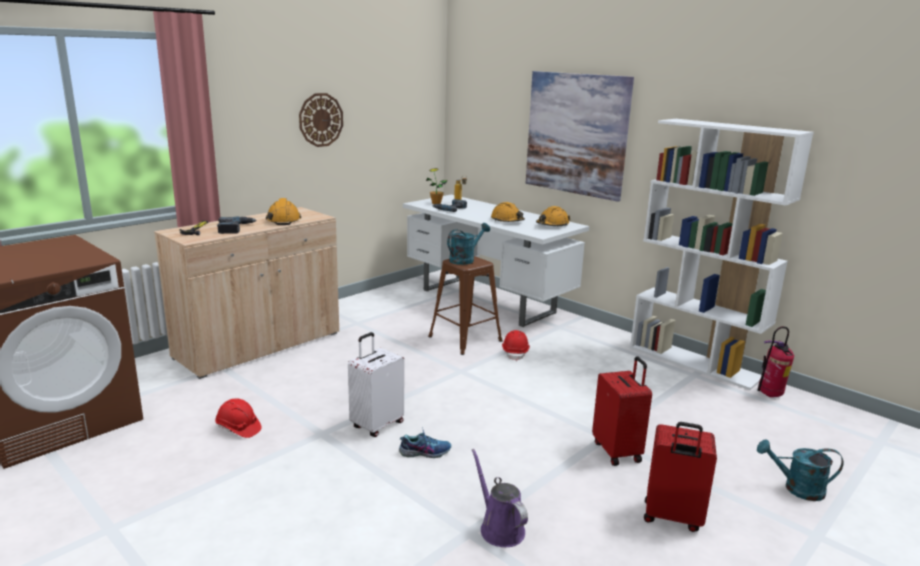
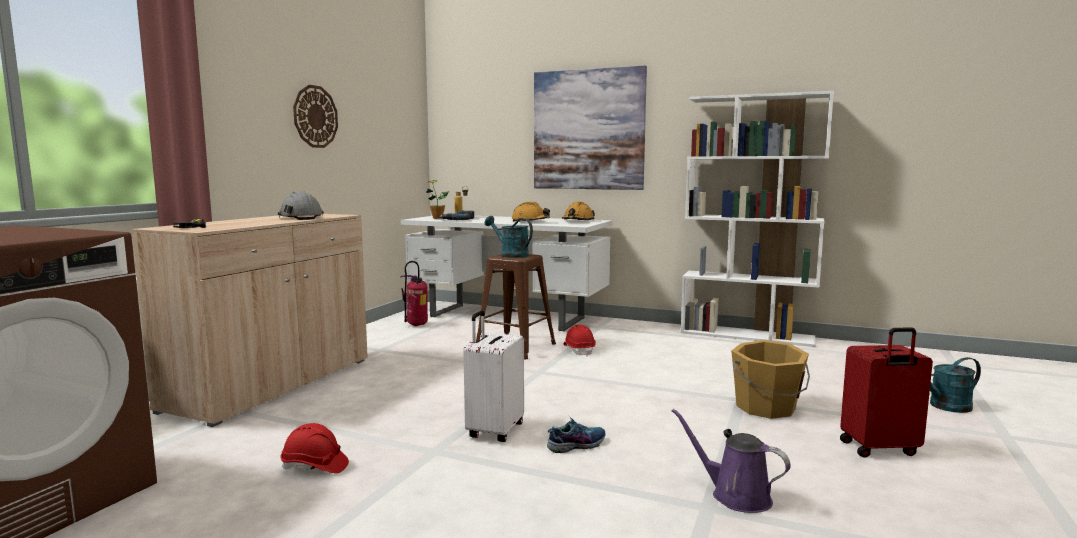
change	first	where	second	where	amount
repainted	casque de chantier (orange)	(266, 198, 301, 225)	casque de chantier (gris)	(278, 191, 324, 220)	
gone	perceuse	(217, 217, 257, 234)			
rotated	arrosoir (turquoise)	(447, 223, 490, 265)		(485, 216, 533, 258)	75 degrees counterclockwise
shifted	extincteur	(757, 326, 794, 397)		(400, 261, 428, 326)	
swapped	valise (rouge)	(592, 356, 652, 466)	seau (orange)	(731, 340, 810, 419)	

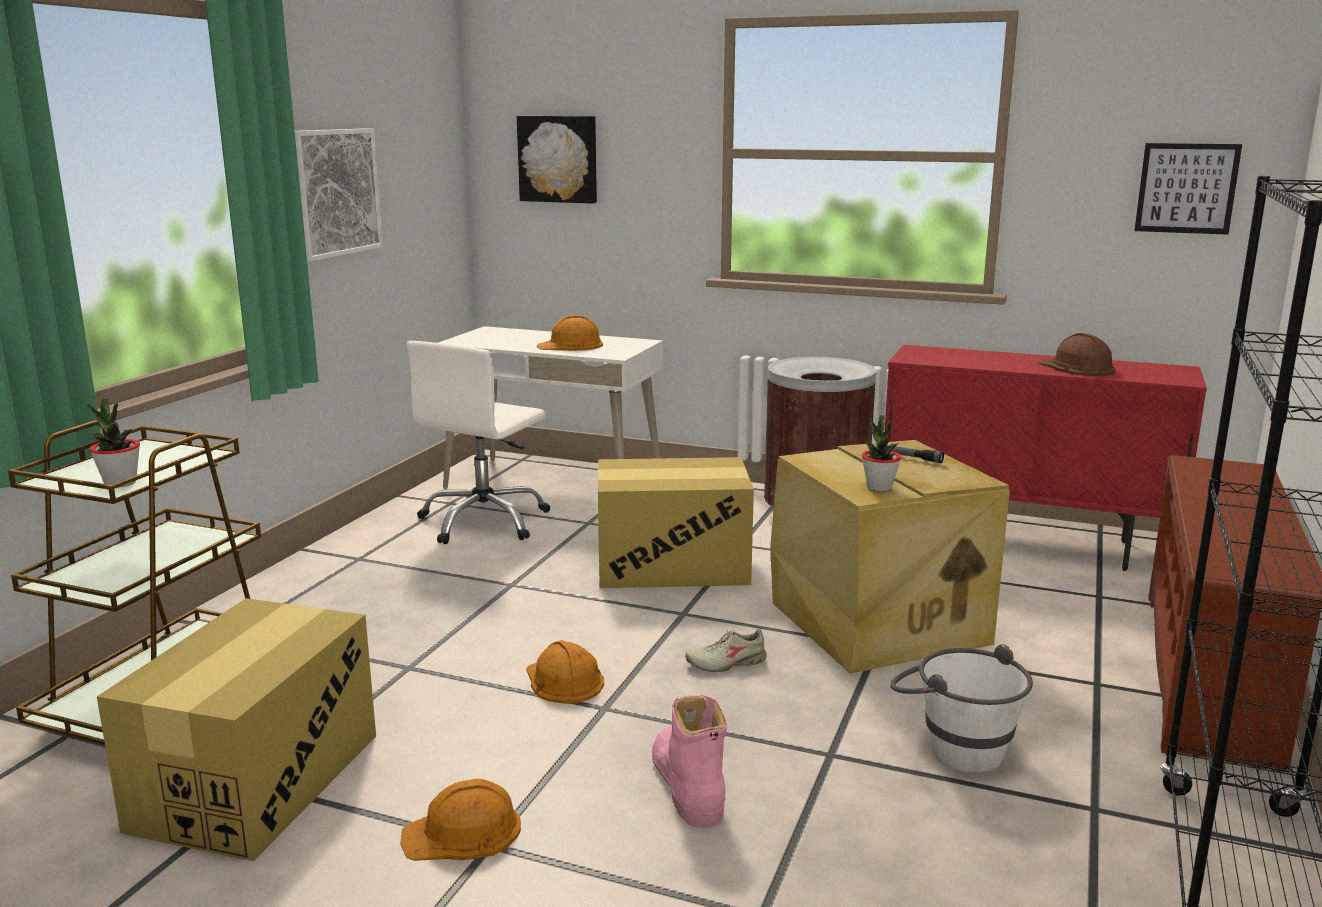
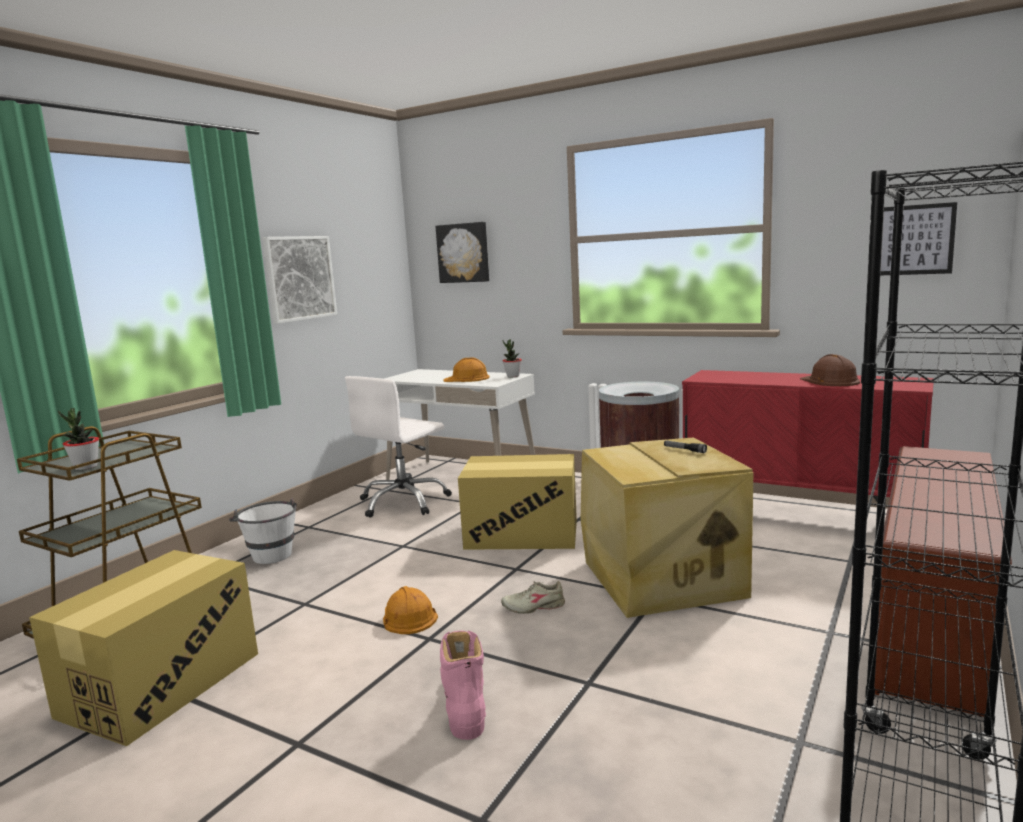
change	first	where	second	where	amount
shifted	plante en pot	(862, 415, 901, 491)		(502, 339, 522, 377)	
shifted	seau (blanc)	(890, 644, 1033, 773)		(229, 498, 297, 564)	
gone	casque de chantier (orange)	(400, 779, 521, 861)			

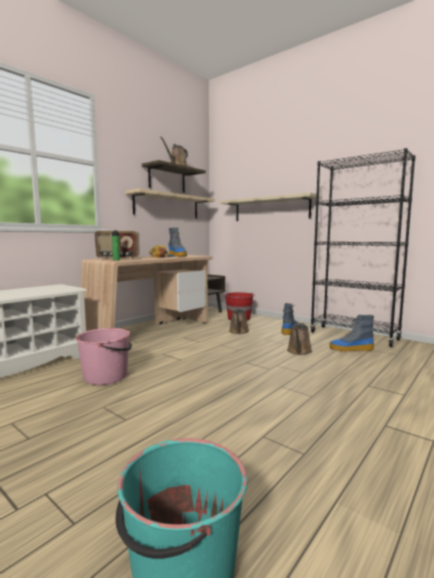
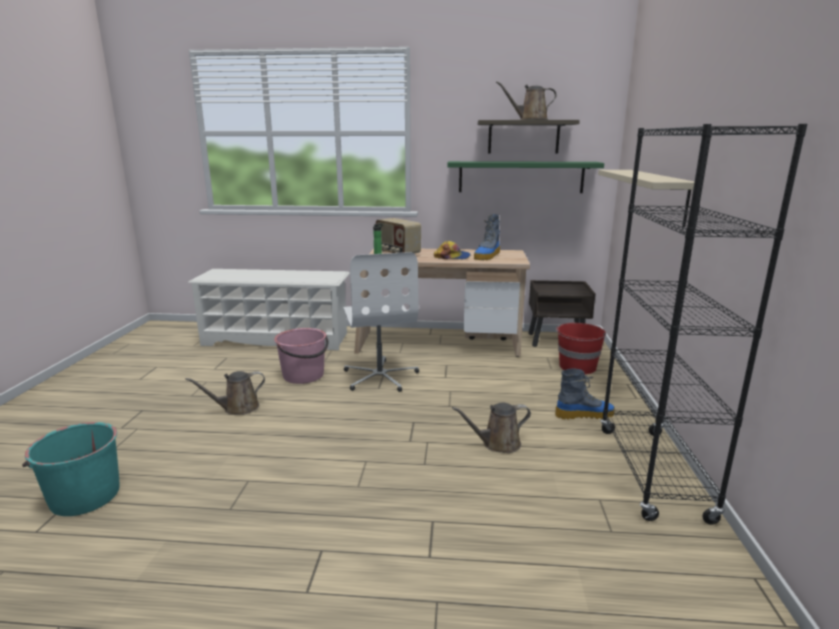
change	first	where	second	where	amount
repainted	étagère (beige)	(125, 188, 215, 219)	étagère (vert)	(447, 161, 604, 193)	
shifted	arrosoir (marron)	(229, 308, 249, 334)		(185, 371, 265, 415)	
gone	botte	(329, 315, 374, 352)			
new			chaise de bureau (blanc)	(343, 252, 419, 392)	

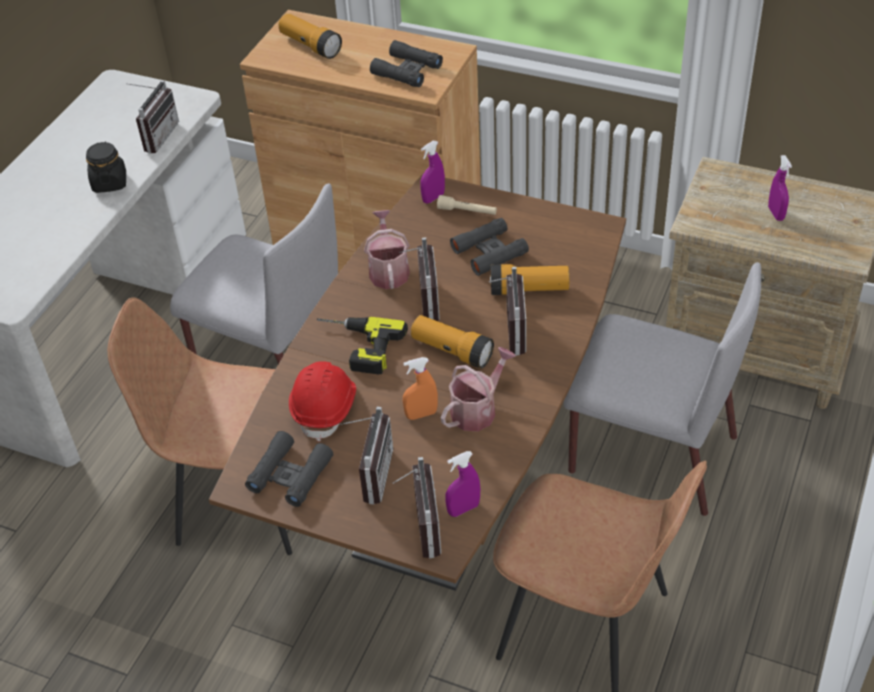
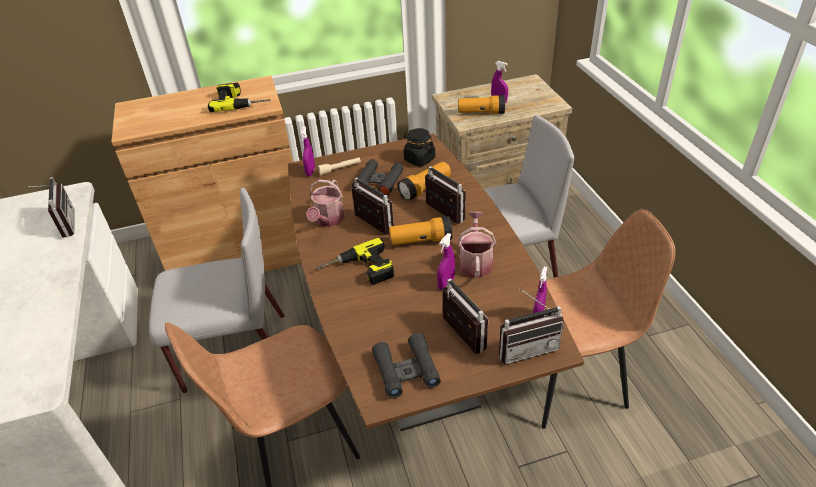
change	first	where	second	where	amount
shifted	lampe de poche	(278, 14, 342, 59)		(458, 95, 505, 114)	
swapped	jumelles (noir)	(370, 40, 443, 87)	perceuse	(208, 83, 270, 112)	
shifted	bocal (noir)	(86, 142, 126, 193)		(404, 128, 435, 167)	
rotated	arrosoir	(364, 210, 410, 289)		(306, 180, 344, 227)	120 degrees counterclockwise
repainted	vaporisateur (orange)	(403, 357, 438, 420)	vaporisateur (violet)	(437, 233, 455, 290)	
gone	casque de chantier (rouge)	(289, 361, 356, 441)			
rotated	radio	(393, 457, 441, 558)		(499, 288, 564, 364)	120 degrees clockwise

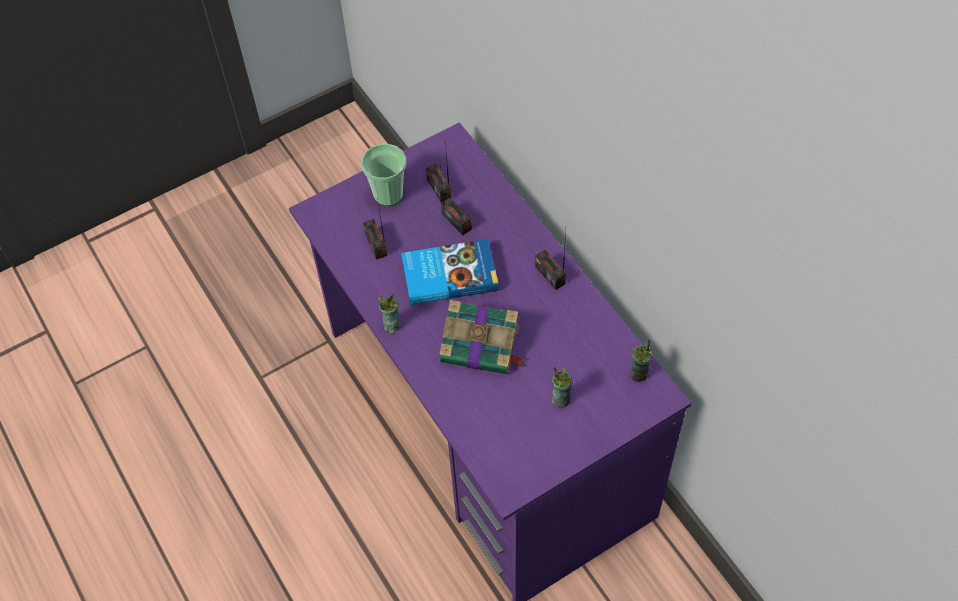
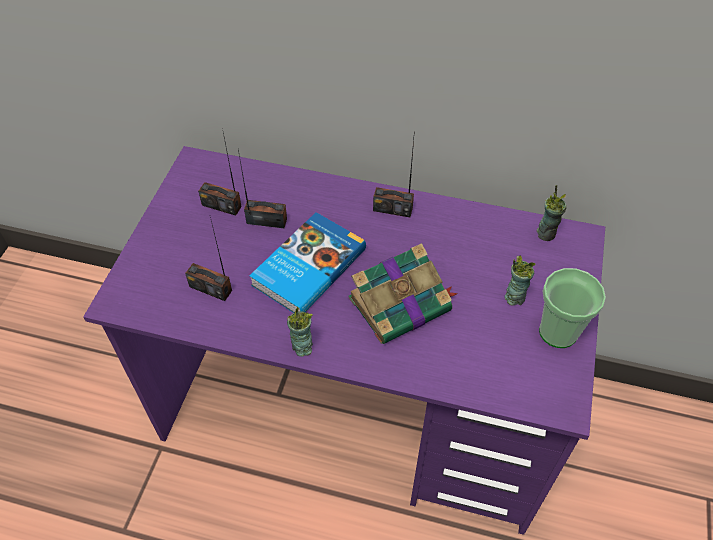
change	first	where	second	where	amount
shifted	tasse	(361, 144, 406, 206)		(539, 268, 606, 348)	

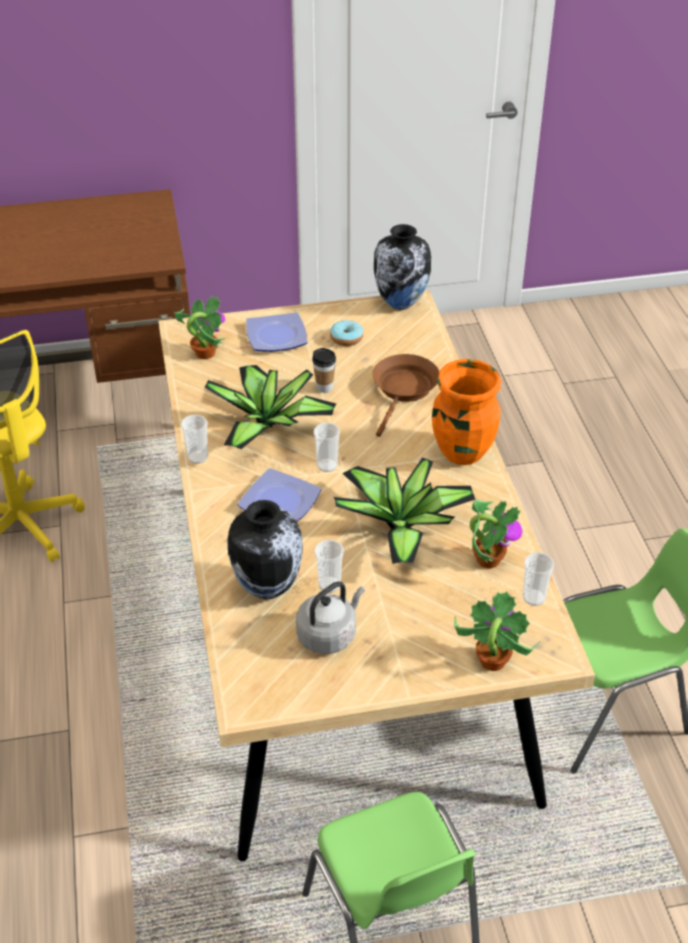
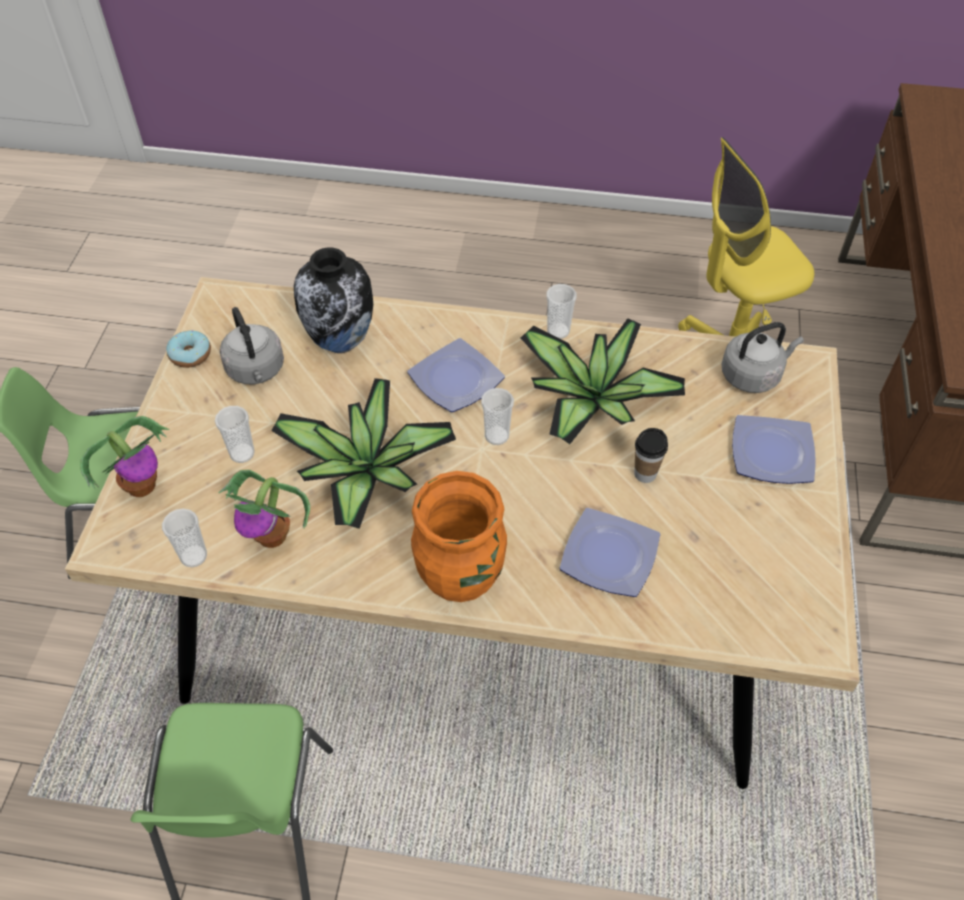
change	first	where	second	where	amount
gone	vase	(374, 224, 431, 310)			
swapped	plante en pot	(174, 296, 226, 359)	bouilloire (gris)	(721, 322, 804, 393)	
shifted	beignet	(330, 320, 363, 346)		(166, 331, 211, 368)	
swapped	poêle (marron)	(373, 354, 439, 437)	assiette	(559, 508, 660, 597)	
shifted	tasse	(314, 540, 344, 593)		(215, 406, 255, 463)	

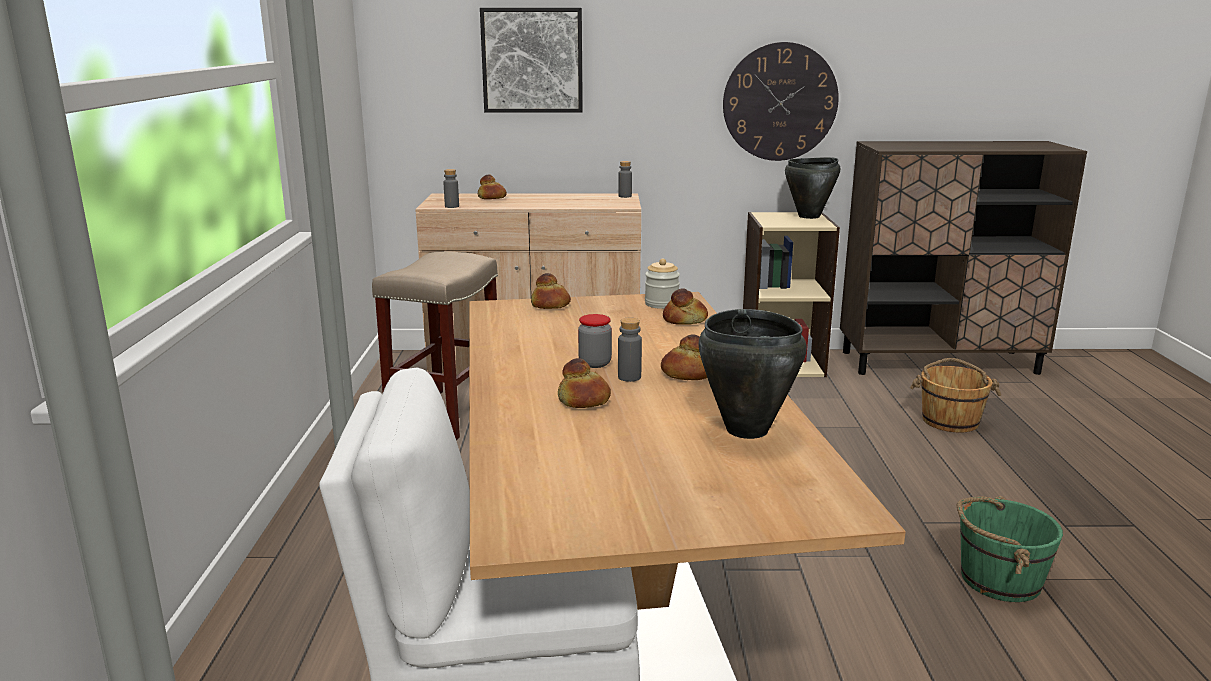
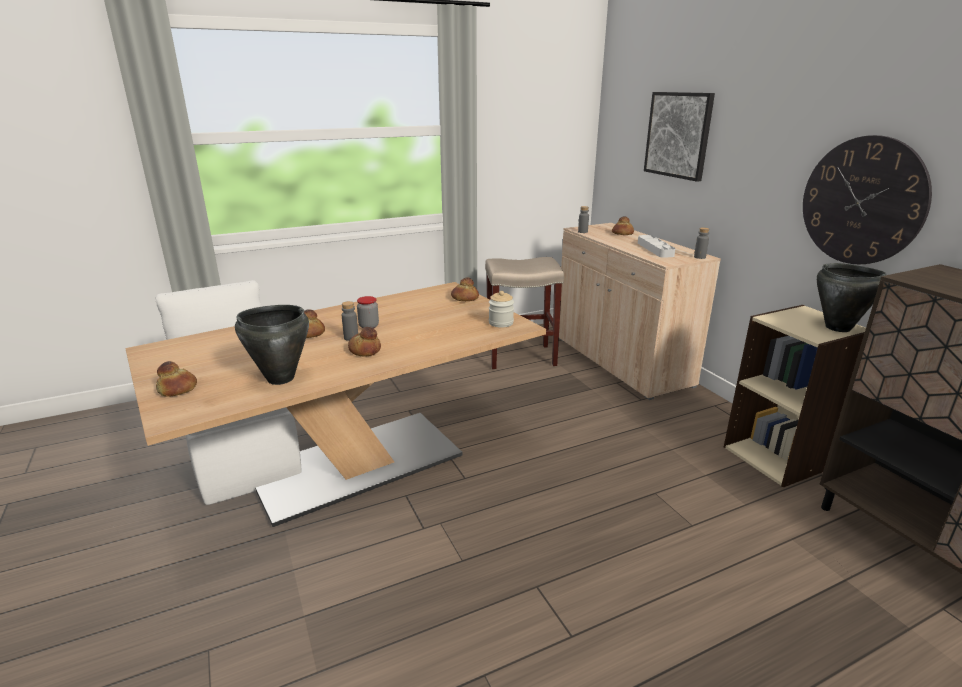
change	first	where	second	where	amount
shifted	pain	(663, 288, 708, 325)		(156, 361, 197, 396)	
gone	seau (marron)	(910, 358, 1001, 433)			
gone	seau (vert)	(957, 496, 1063, 602)			
new			plateau (gris)	(638, 235, 676, 258)	

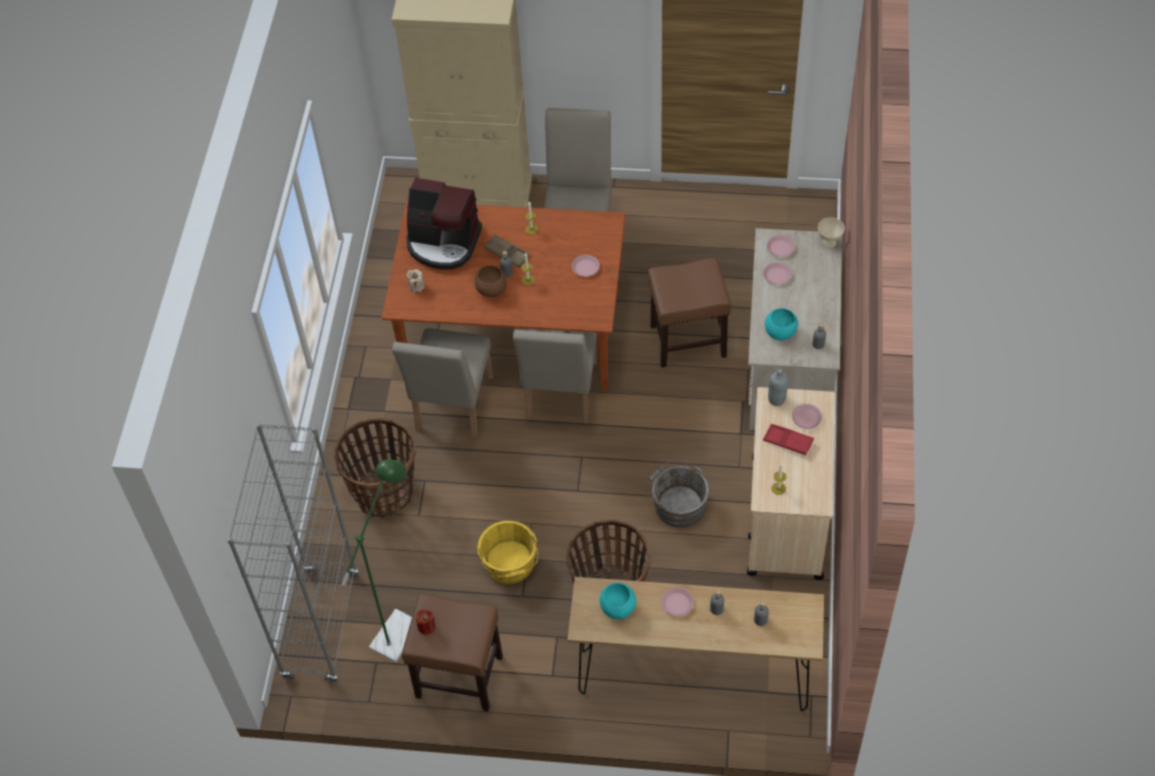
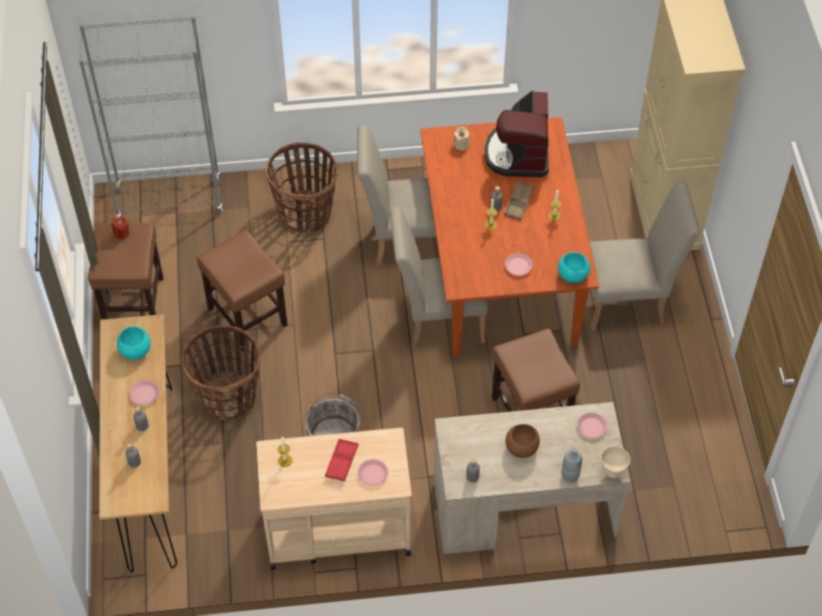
change	first	where	second	where	amount
gone	assiette (rose)	(763, 262, 791, 285)			
shifted	bol (marron)	(475, 266, 507, 297)		(505, 424, 540, 458)	
shifted	bol (turquoise)	(765, 308, 798, 340)		(558, 252, 590, 283)	
shifted	bouteille (gris)	(768, 369, 788, 406)		(562, 448, 582, 483)	
gone	lampadaire (vert)	(342, 460, 412, 662)			
swapped	seau (jaune)	(477, 521, 538, 584)	tabouret (marron)	(197, 230, 287, 351)	

